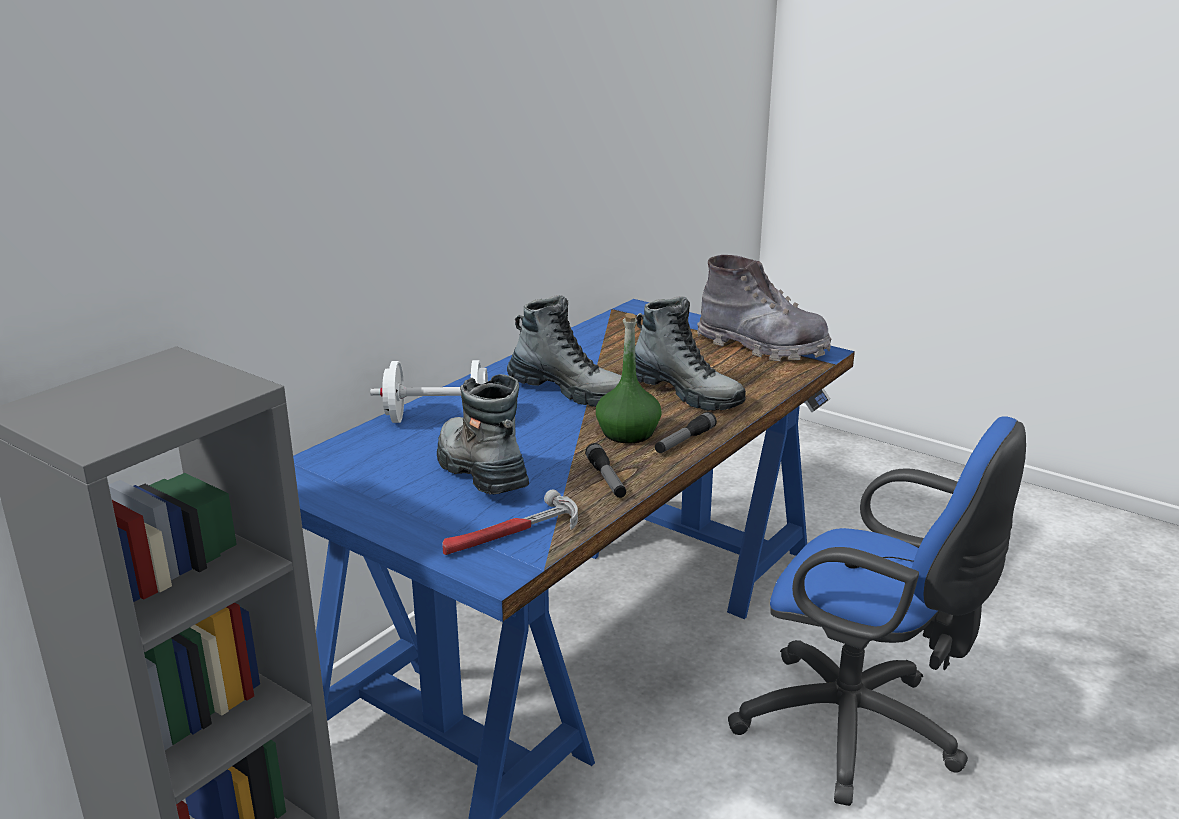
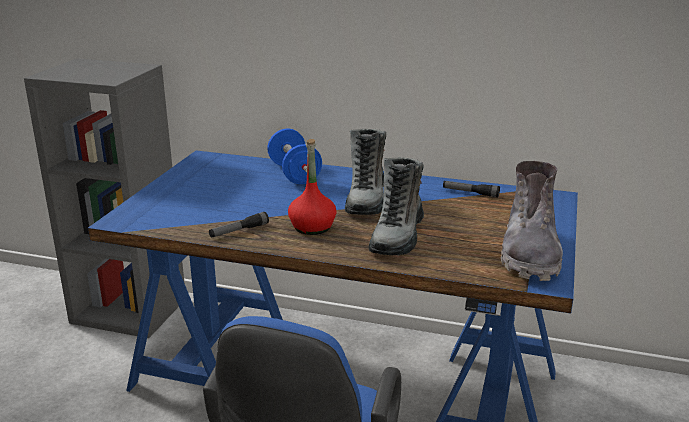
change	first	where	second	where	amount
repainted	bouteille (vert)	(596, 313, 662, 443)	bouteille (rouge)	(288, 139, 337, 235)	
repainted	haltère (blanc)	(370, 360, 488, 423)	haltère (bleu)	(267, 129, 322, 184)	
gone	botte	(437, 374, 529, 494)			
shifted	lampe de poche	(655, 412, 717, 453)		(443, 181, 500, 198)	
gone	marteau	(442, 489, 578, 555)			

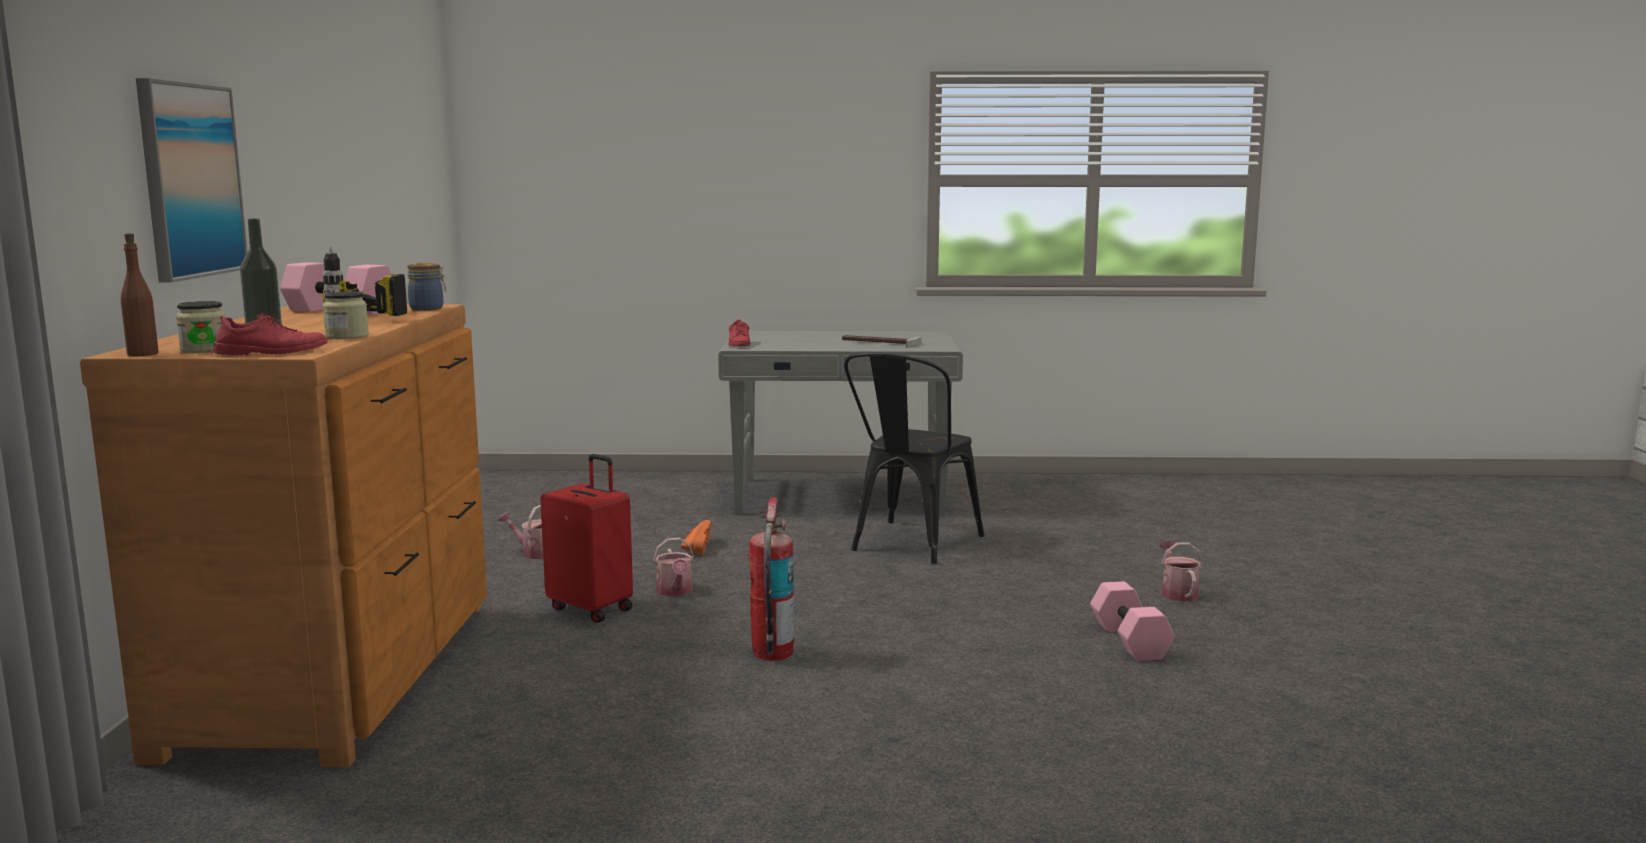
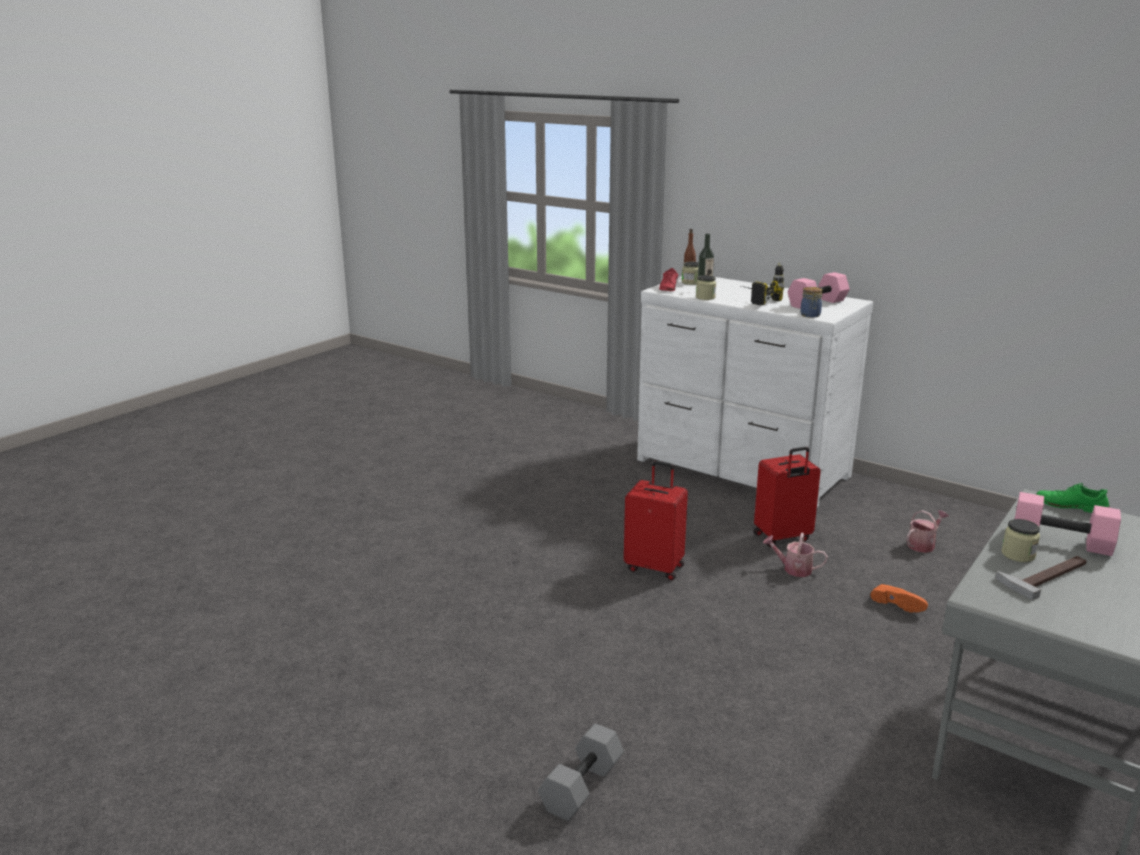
change	first	where	second	where	amount
gone	tableau	(136, 78, 248, 283)			
repainted	commode (marron)	(80, 304, 487, 767)	commode (blanc)	(637, 276, 873, 507)	
repainted	chaussure (rouge)	(729, 320, 751, 346)	chaussure (vert)	(1036, 483, 1110, 513)	
gone	chaise (noir)	(844, 352, 984, 564)			
swapped	extincteur	(747, 497, 795, 660)	valise (rouge)	(624, 461, 688, 580)	
swapped	arrosoir	(1159, 540, 1203, 601)	haltère (gris)	(538, 724, 624, 821)	
shifted	haltère (rose)	(1090, 581, 1175, 661)		(1015, 492, 1121, 556)	
new			bocal	(1002, 519, 1040, 562)	

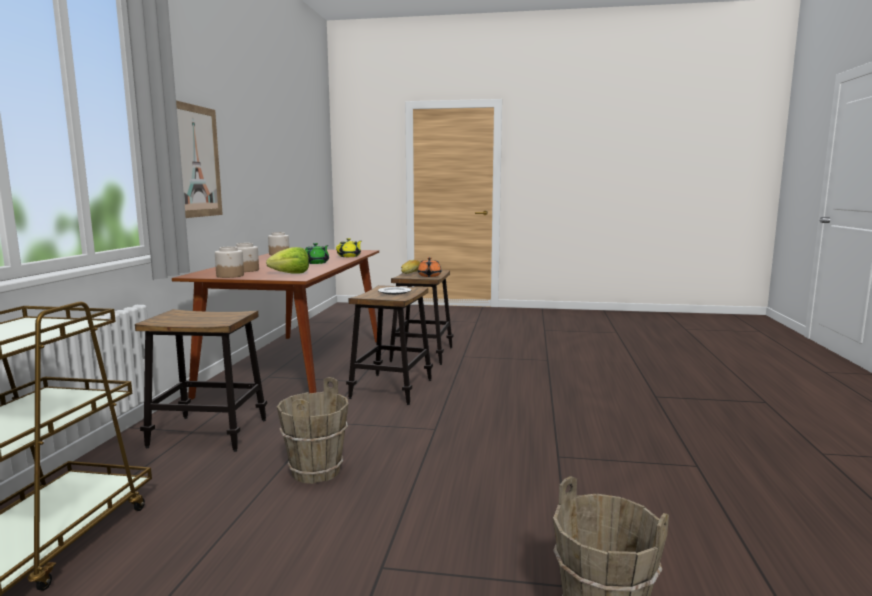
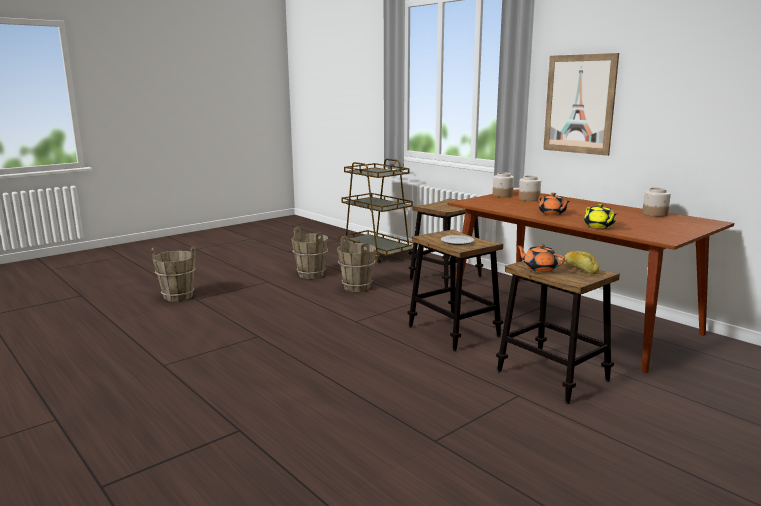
change	first	where	second	where	amount
repainted	théière (vert)	(305, 243, 329, 264)	théière (orange)	(539, 193, 570, 215)	
gone	laitue	(266, 247, 309, 274)			
new			seau (marron)	(291, 227, 328, 279)	

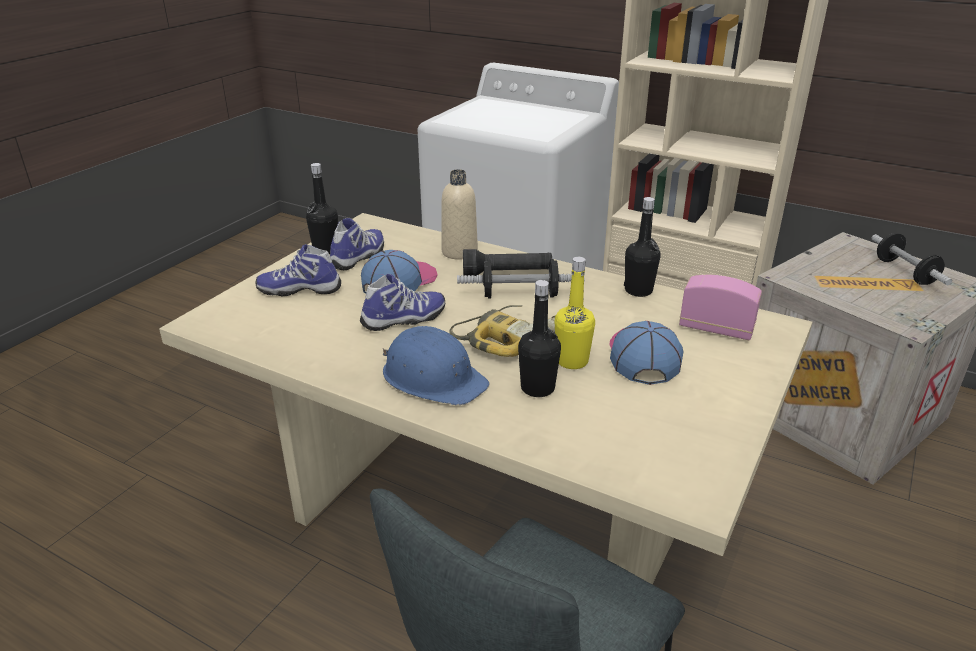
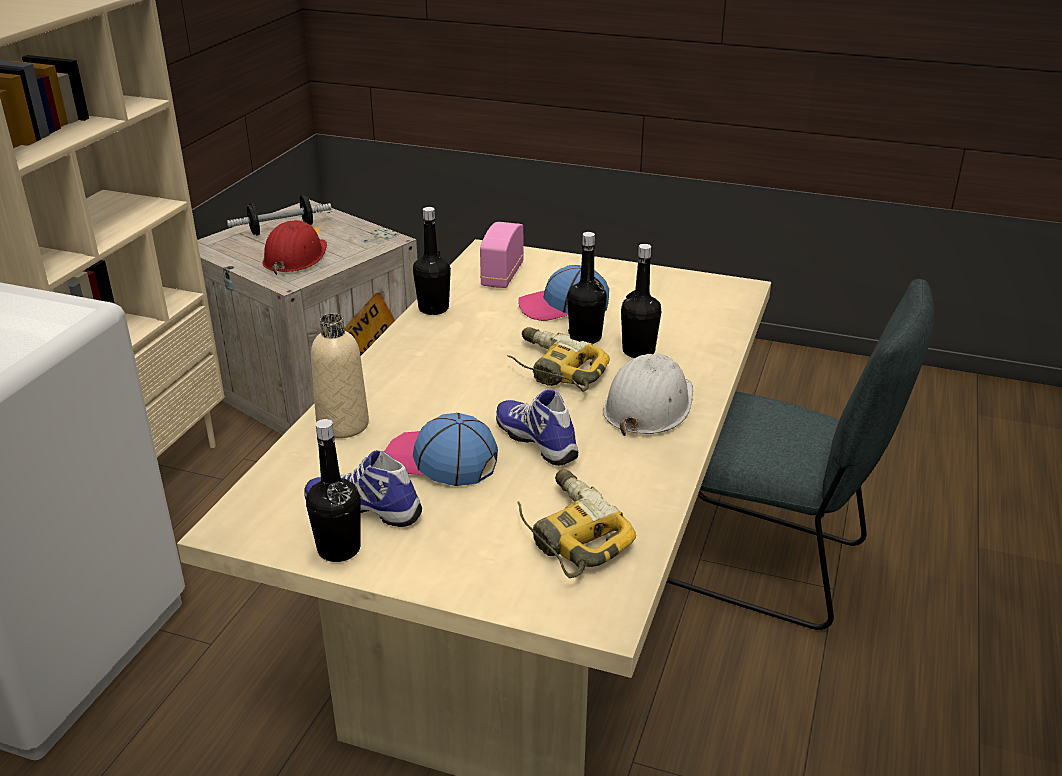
change	first	where	second	where	amount
gone	chaussure	(255, 244, 341, 296)			
gone	lampe de poche (noir)	(463, 249, 552, 276)			
repainted	bouteille (jaune)	(555, 257, 595, 369)	bouteille (noir)	(567, 232, 607, 344)	
gone	haltère	(457, 259, 572, 299)			
repainted	casque de chantier (bleu)	(383, 326, 489, 405)	casque de chantier (blanc)	(603, 354, 693, 436)	
new			casque de chantier (rouge)	(262, 220, 327, 275)	
new			perceuse	(517, 469, 636, 578)	

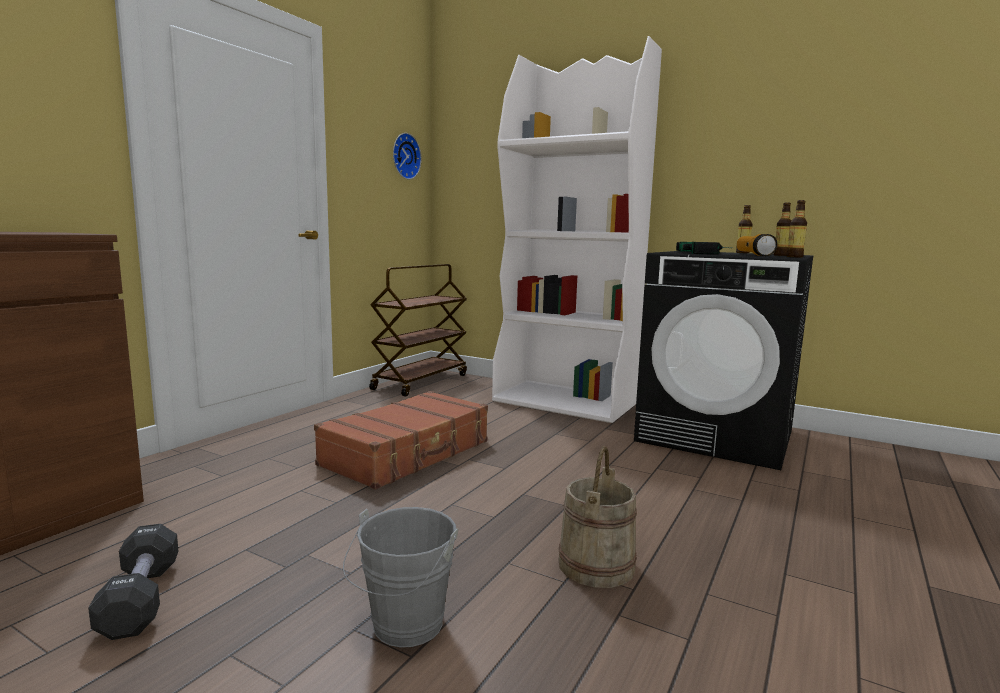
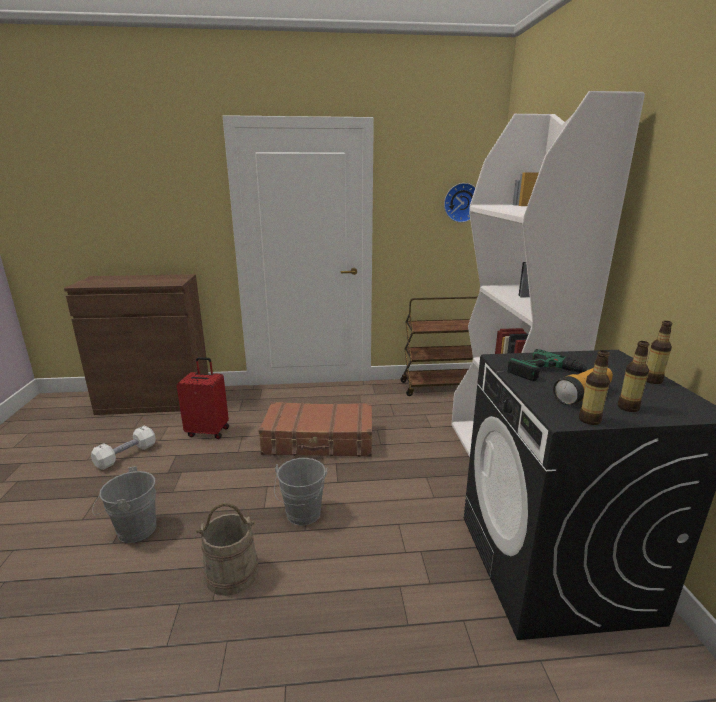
change	first	where	second	where	amount
repainted	haltère (noir)	(88, 524, 178, 640)	haltère (blanc)	(91, 425, 156, 470)	
new			valise (rouge)	(176, 357, 229, 439)	
new			seau (gris)	(274, 458, 327, 526)	

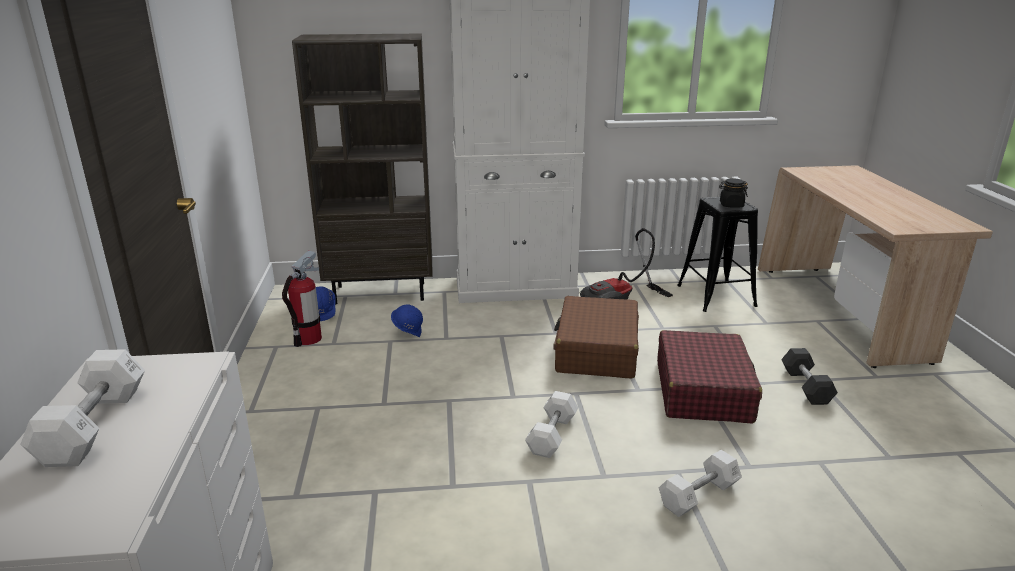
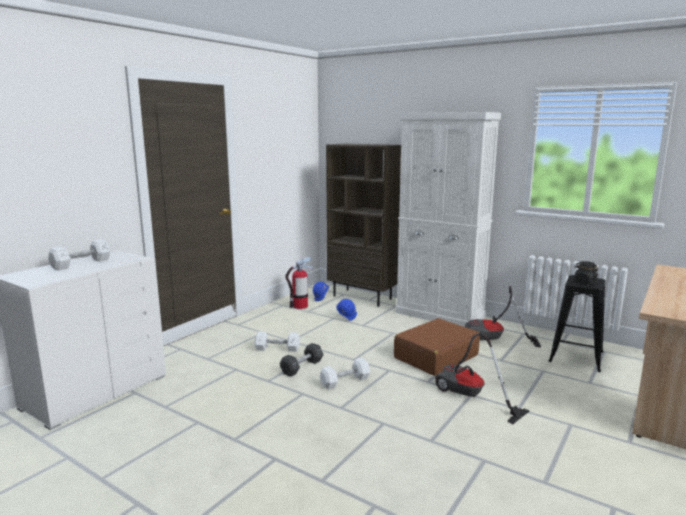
change	first	where	second	where	amount
swapped	valise (rouge)	(657, 330, 762, 424)	aspirateur	(435, 333, 530, 424)	
shifted	haltère (noir)	(781, 348, 838, 405)		(280, 343, 324, 377)	
shifted	haltère (blanc)	(659, 450, 742, 517)		(254, 332, 300, 352)	

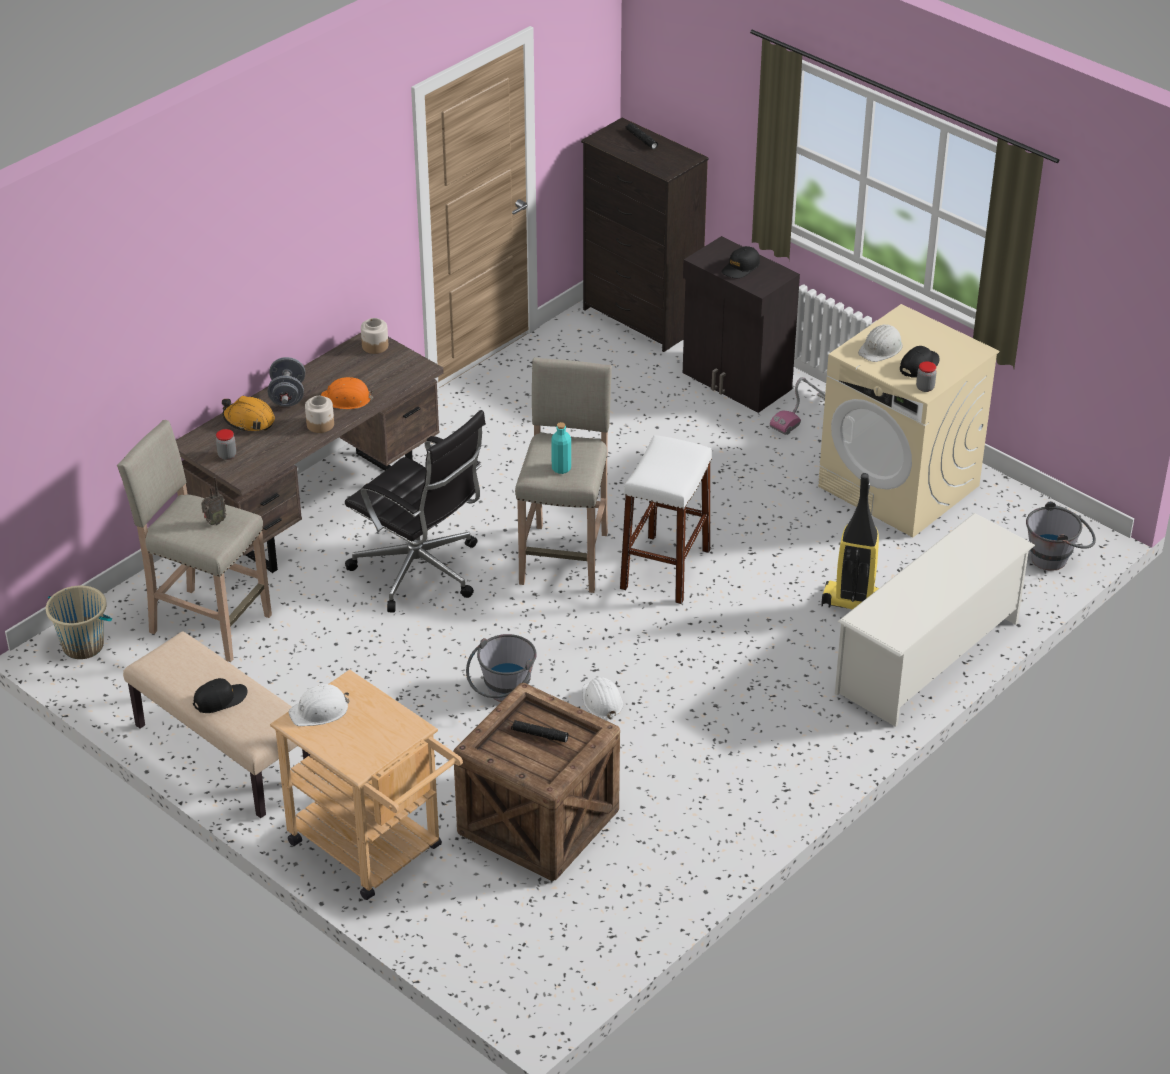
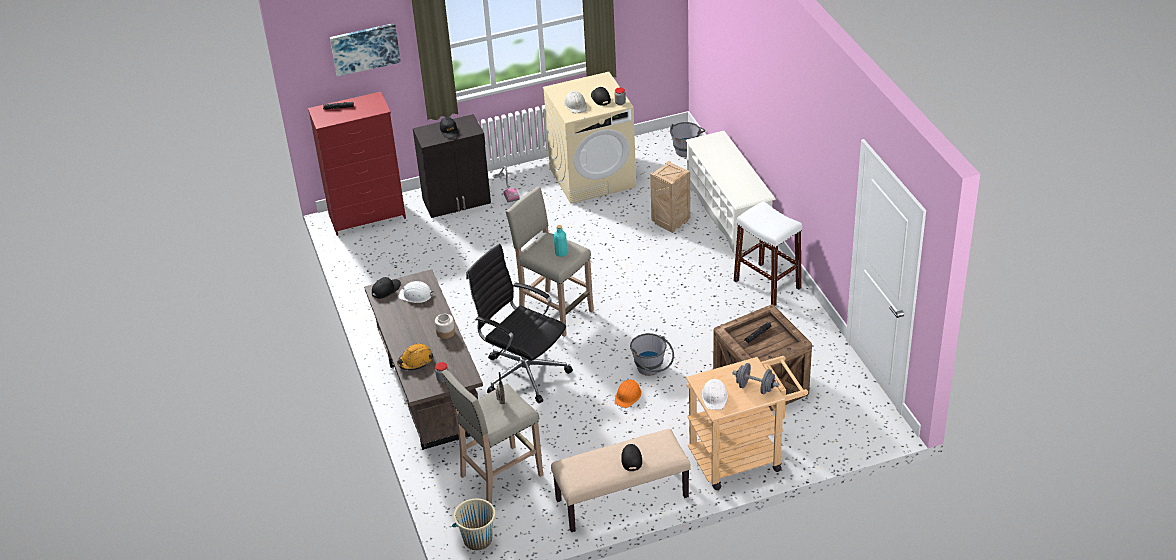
change	first	where	second	where	amount
repainted	commode (noir)	(581, 118, 709, 352)	commode (rouge)	(308, 92, 406, 236)	
swapped	bocal	(361, 318, 388, 354)	casquette (noir)	(372, 277, 401, 299)	
shifted	haltère (gris)	(268, 357, 305, 407)		(732, 363, 779, 395)	
shifted	casque de chantier (orange)	(321, 377, 374, 409)		(615, 380, 642, 408)	
rotated	chaise de bureau (noir)	(345, 410, 486, 612)		(466, 244, 573, 403)	120 degrees counterclockwise
shifted	tabouret (blanc)	(620, 435, 712, 604)		(733, 201, 802, 306)	
swapped	aspirateur	(821, 473, 879, 610)	caisse	(650, 161, 690, 233)	
shifted	casque de chantier (blanc)	(583, 677, 623, 720)		(398, 281, 434, 303)	
new			tableau	(330, 23, 401, 77)	

